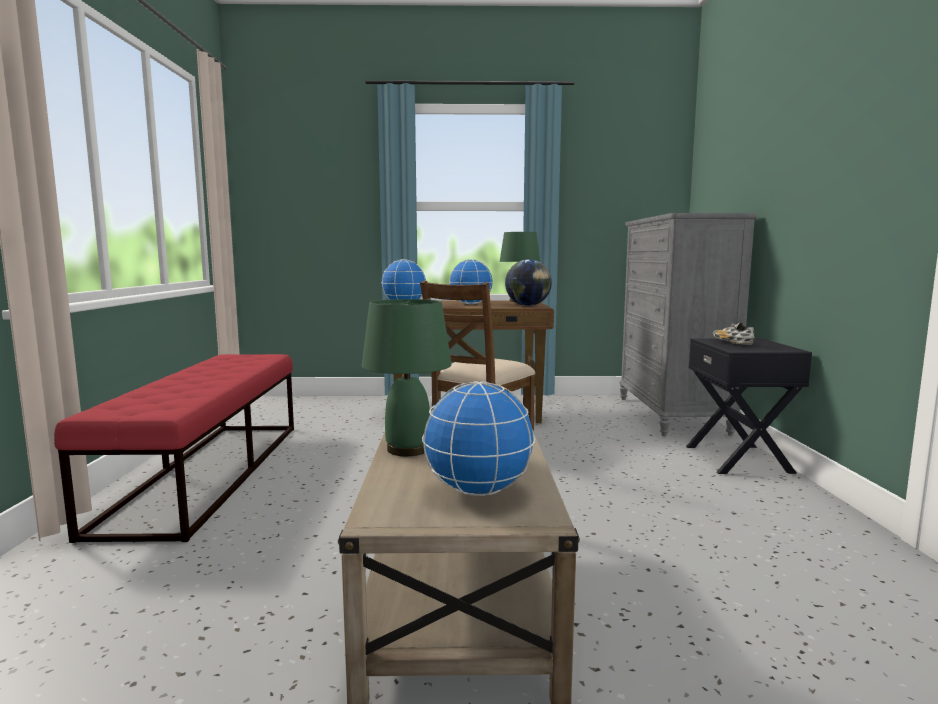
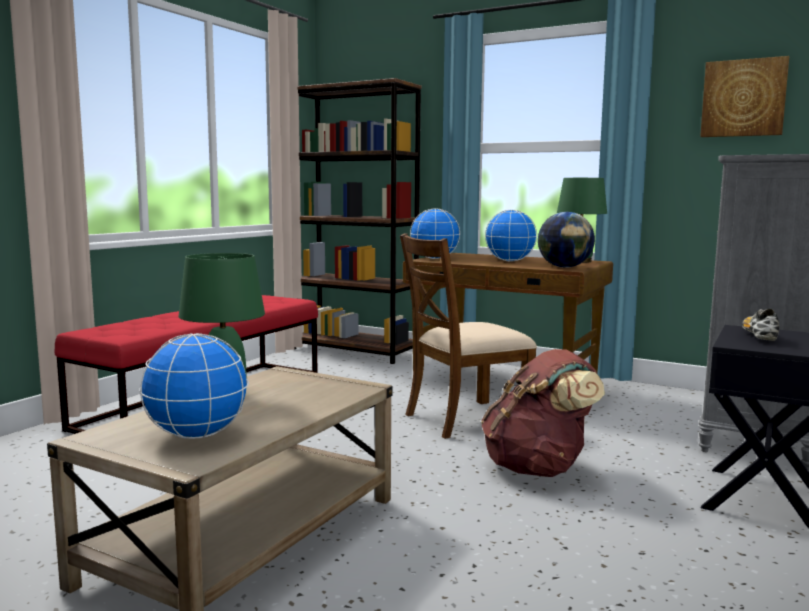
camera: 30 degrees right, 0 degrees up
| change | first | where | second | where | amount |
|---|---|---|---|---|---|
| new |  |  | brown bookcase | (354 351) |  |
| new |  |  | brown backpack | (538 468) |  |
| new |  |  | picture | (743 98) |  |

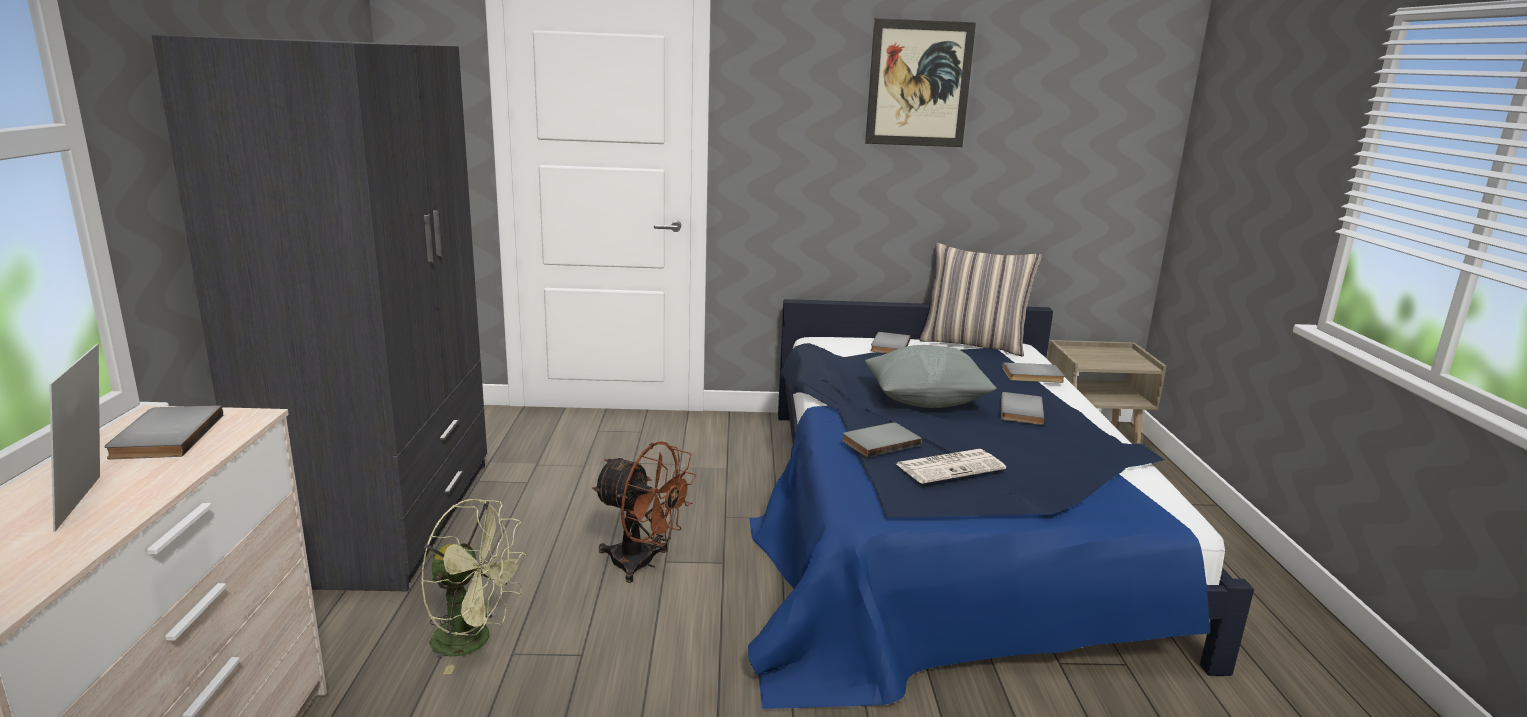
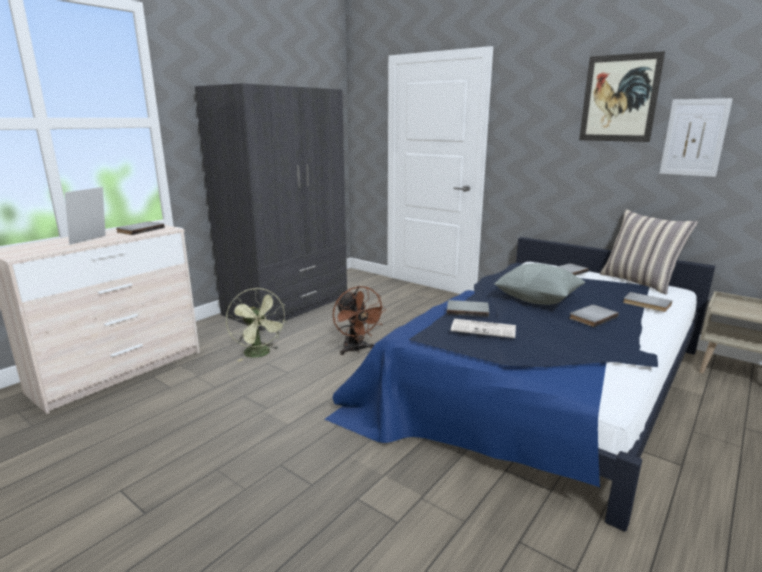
camera: 40 degrees right, 0 degrees up
| change | first | where | second | where | amount |
|---|---|---|---|---|---|
| new |  |  | picture | (694 137) |  |

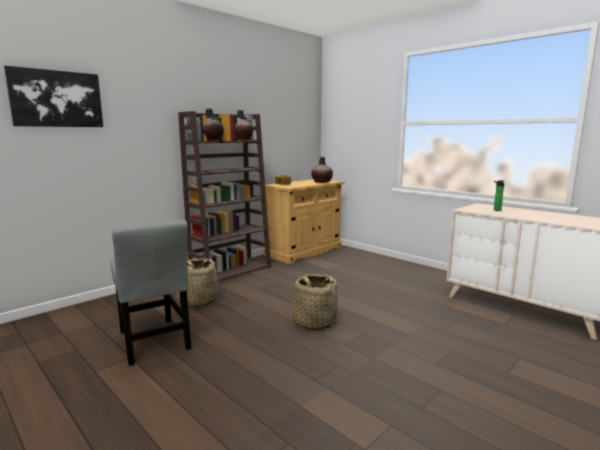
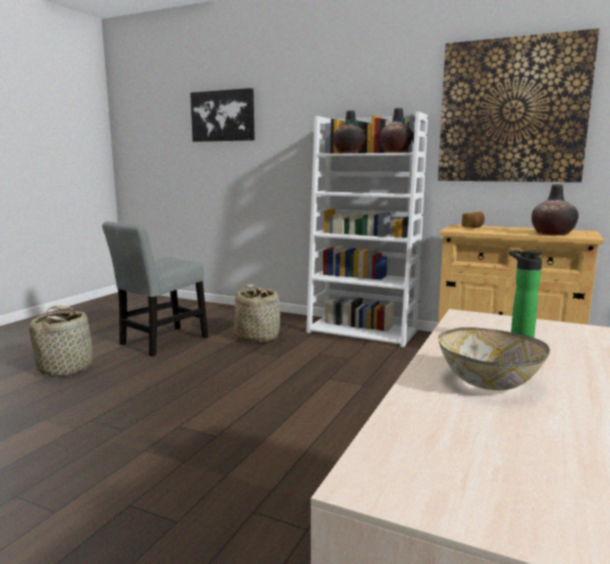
camera: 70 degrees right, 0 degrees up
| change | first | where | second | where | amount |
|---|---|---|---|---|---|
| new |  |  | picture | (512 111) |  |
| new |  |  | bowl | (490 383) |  |
| shifted | basket | (314 322) |  | (66 369) |  |
| repainted | brown bookcase | (231 271) | white bookcase | (363 331) |  |

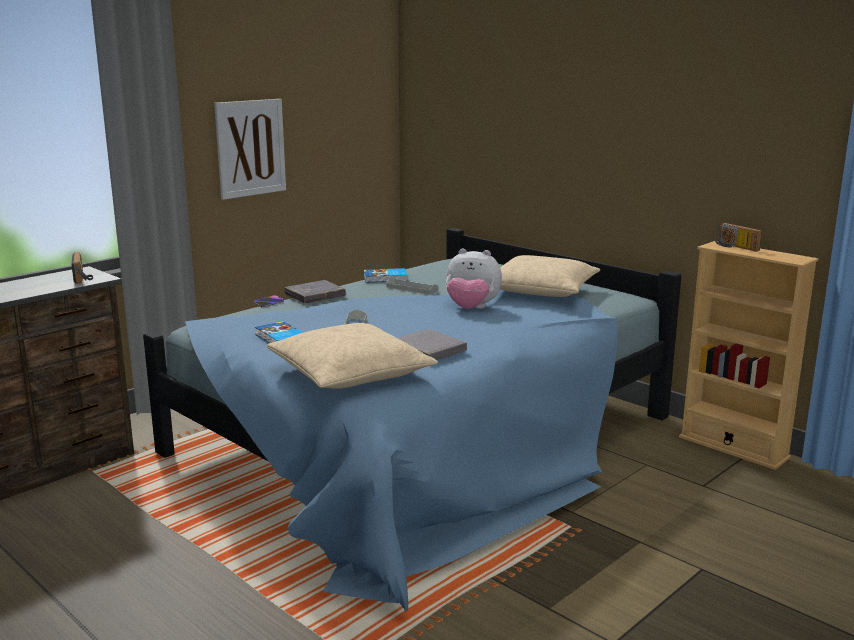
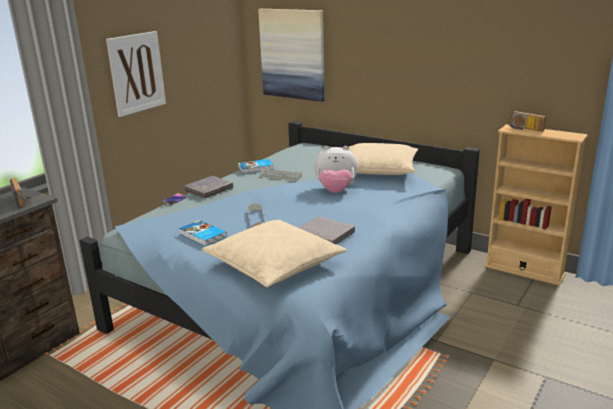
camera: 10 degrees left, 5 degrees up
| change | first | where | second | where | amount |
|---|---|---|---|---|---|
| new |  |  | picture | (292 54) |  |

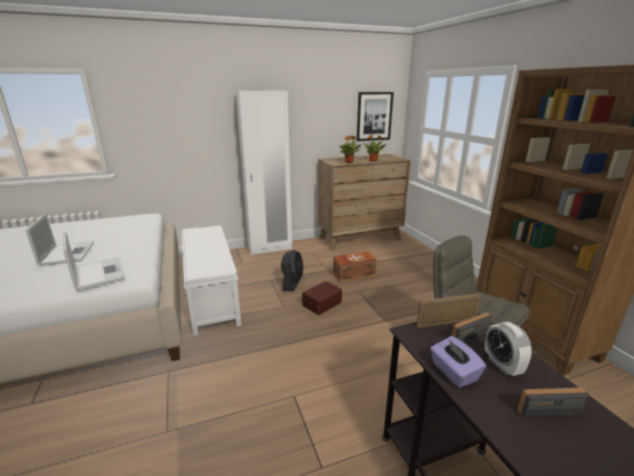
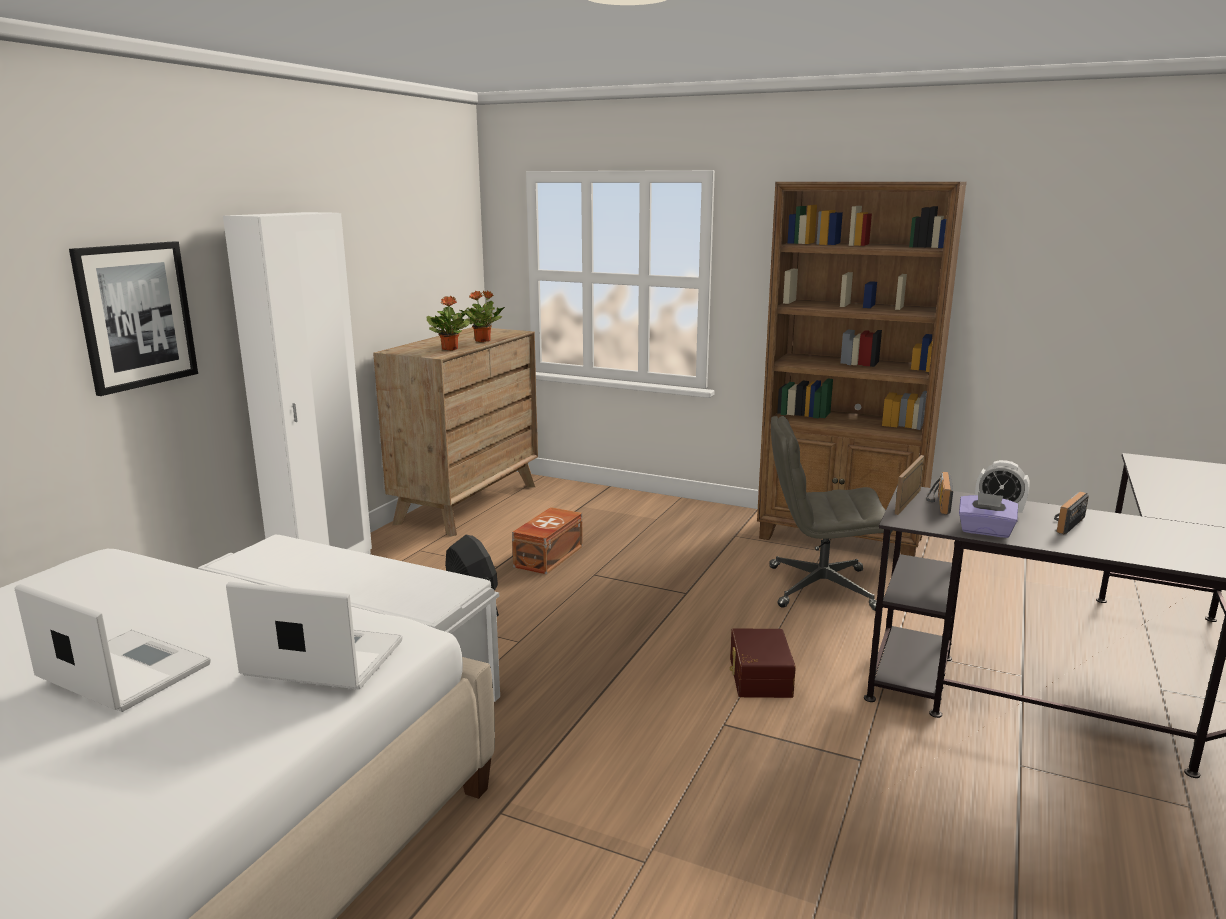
camera: 45 degrees left, 5 degrees down
| change | first | where | second | where | amount |
|---|---|---|---|---|---|
| shifted | brown storage box | (321 303) |  | (758 677) |  |
| shifted | picture | (374 116) |  | (136 316) |  |

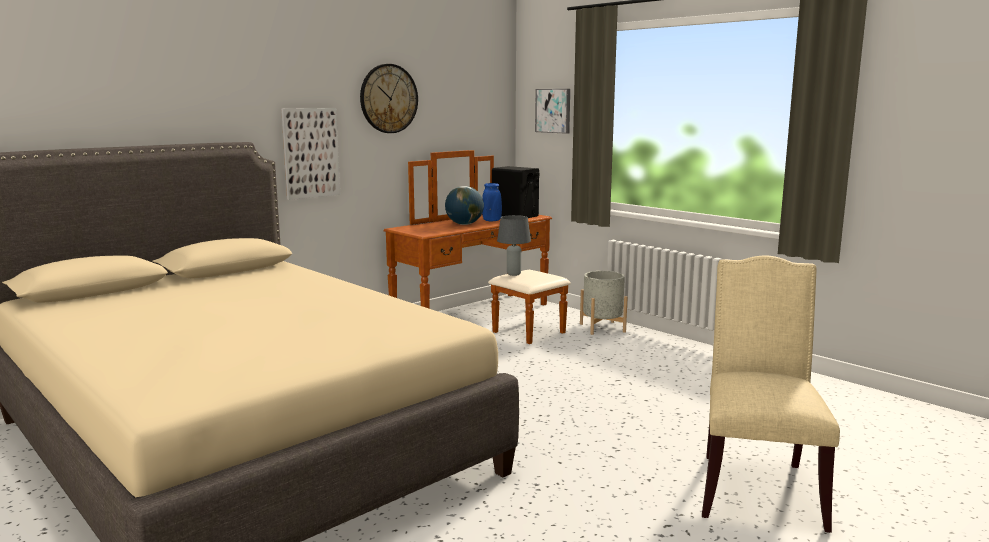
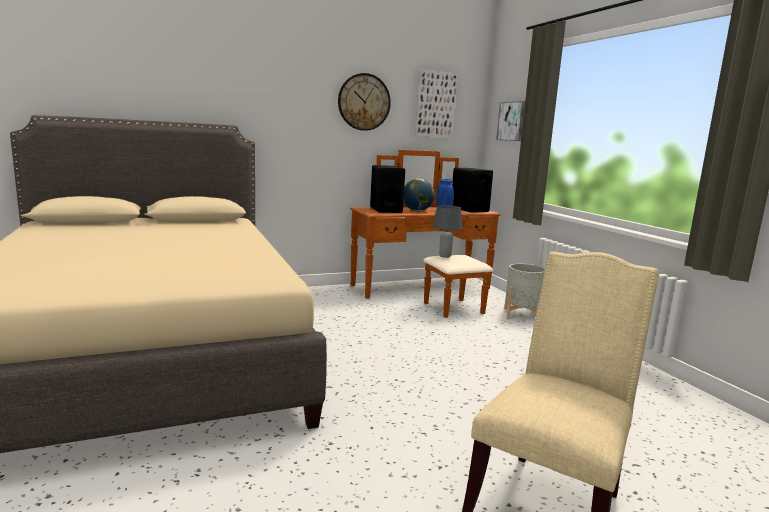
camera: 20 degrees right, 0 degrees up
| change | first | where | second | where | amount |
|---|---|---|---|---|---|
| new |  |  | black speaker | (385 210) |  |
| shifted | picture | (311 153) |  | (436 104) |  |

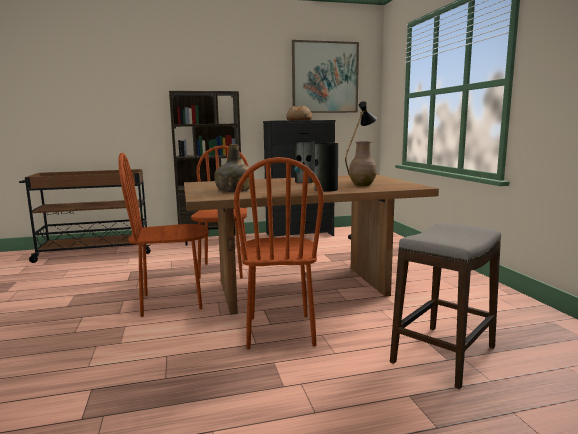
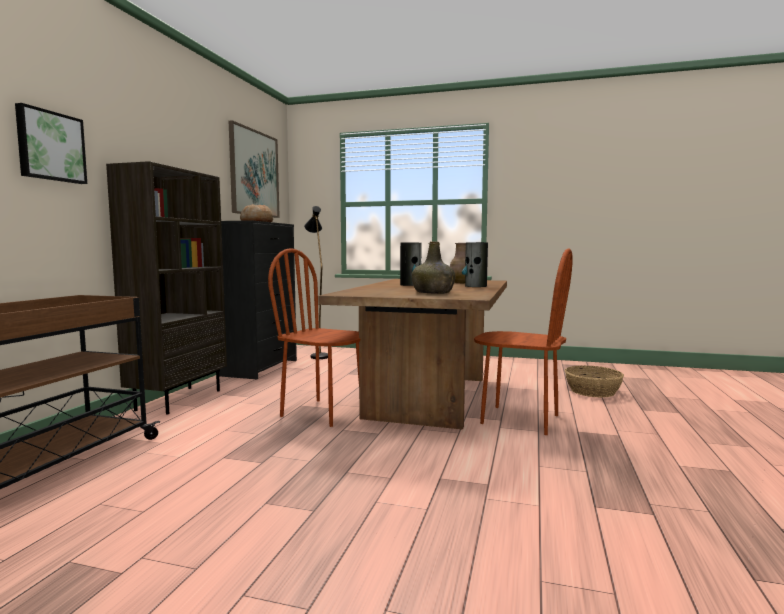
camera: 60 degrees left, 5 degrees down
| change | first | where | second | where | amount |
|---|---|---|---|---|---|
| gone | brown chair | (172 302) |  |  |  |
| new |  |  | picture | (50 146) |  |
| swapped | stool | (444 355) | basket | (593 391) |  |

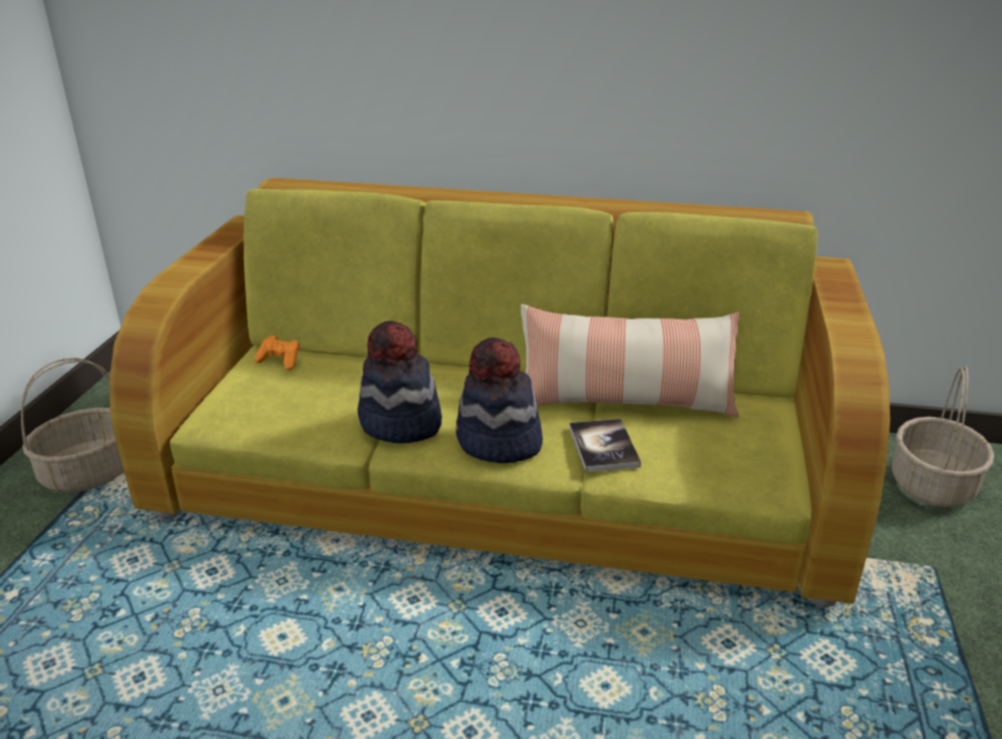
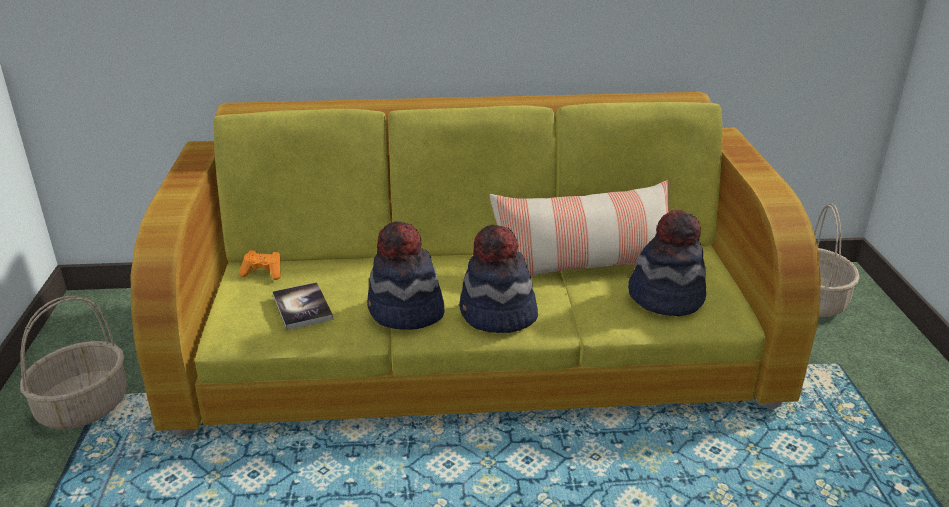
camera: 15 degrees left, 0 degrees up
| change | first | where | second | where | amount |
|---|---|---|---|---|---|
| new |  |  | hat | (666 297) |  |
| shifted | book | (603 447) |  | (302 307) |  |

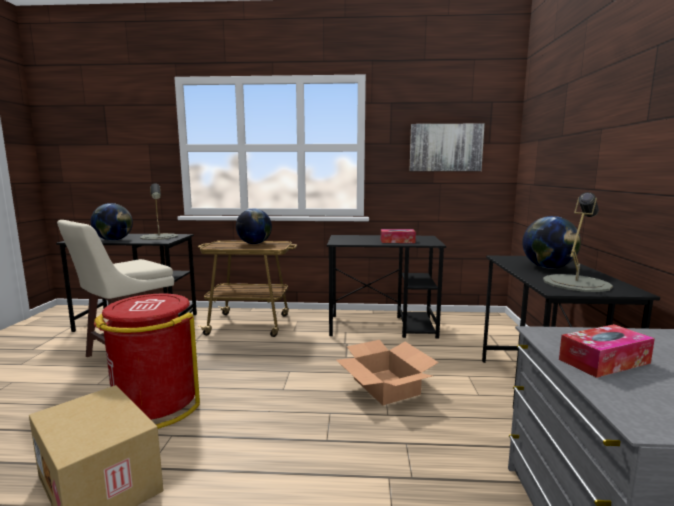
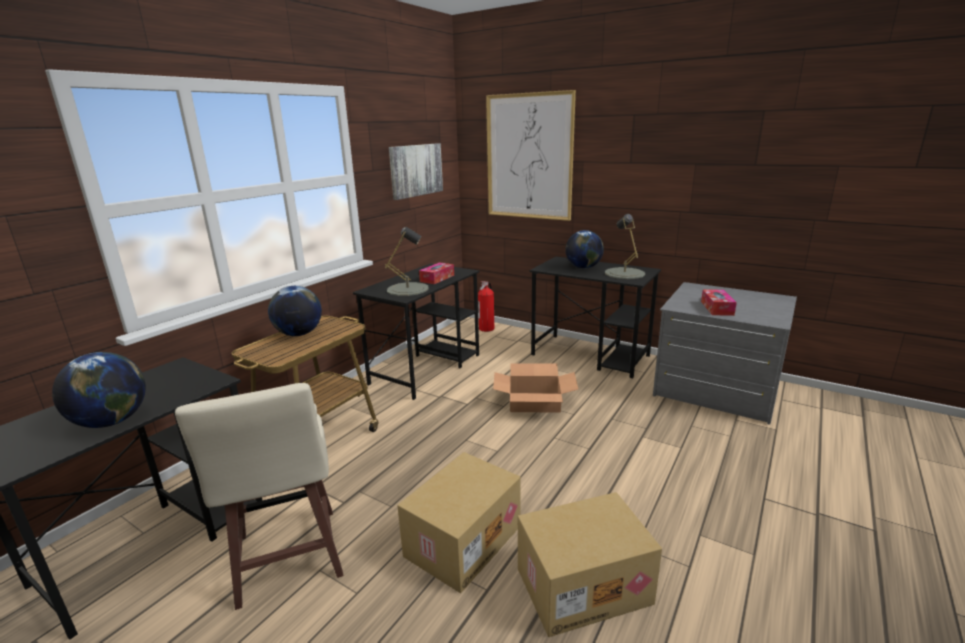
camera: 60 degrees left, 10 degrees up
| change | first | where | second | where | amount |
|---|---|---|---|---|---|
| new |  |  | fire extinguisher | (487 329) |  |
| new |  |  | picture | (529 157) |  |
| shifted | grey table lamp | (159 237) |  | (408 289) |  |
| swapped | red trash can | (155 406) | cardboard box | (462 539) |  |

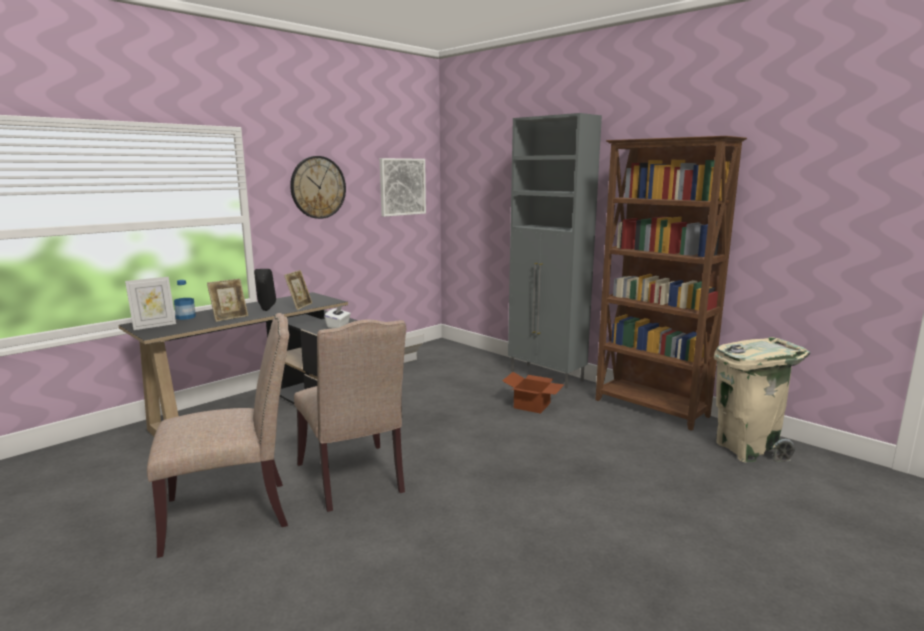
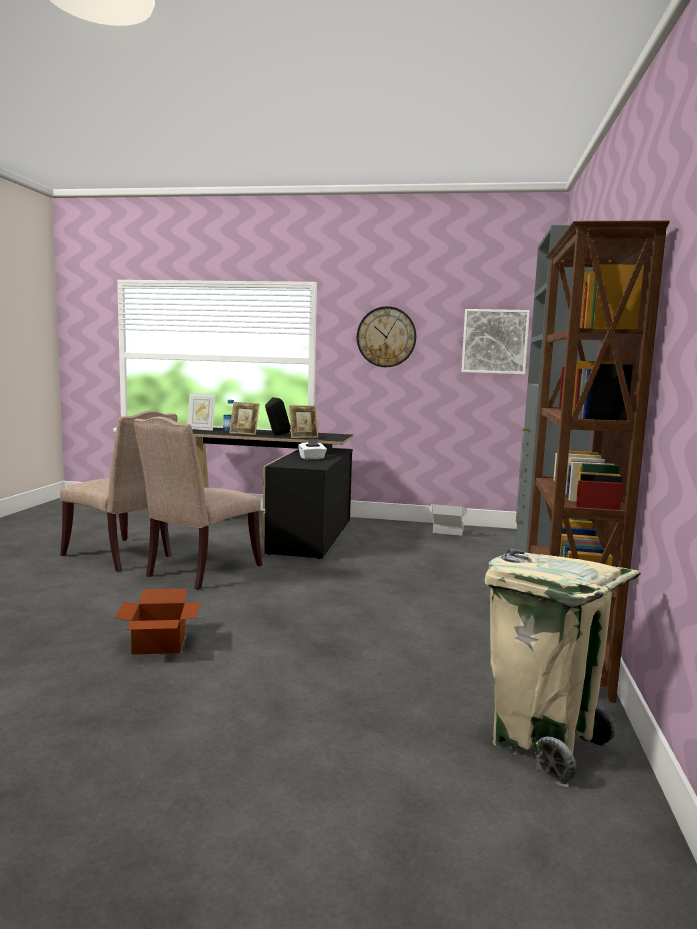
camera: 55 degrees right, 5 degrees down
| change | first | where | second | where | amount |
|---|---|---|---|---|---|
| shifted | cardboard box | (532 406) |  | (158 644) |  |

